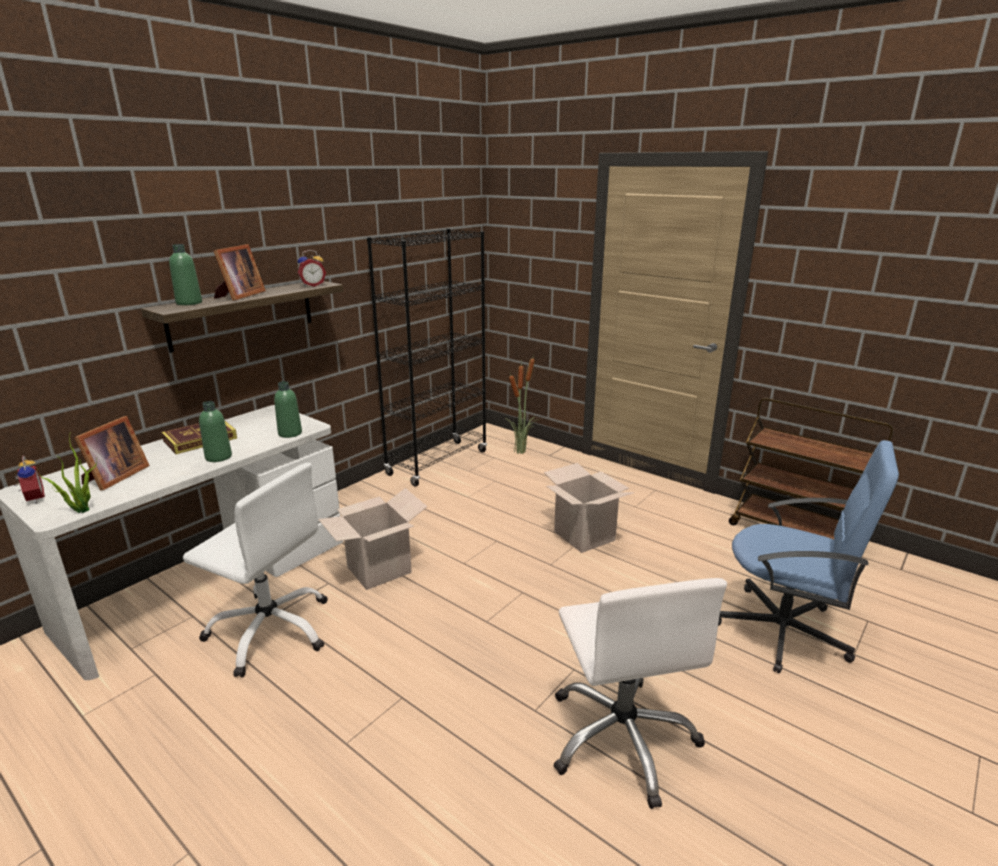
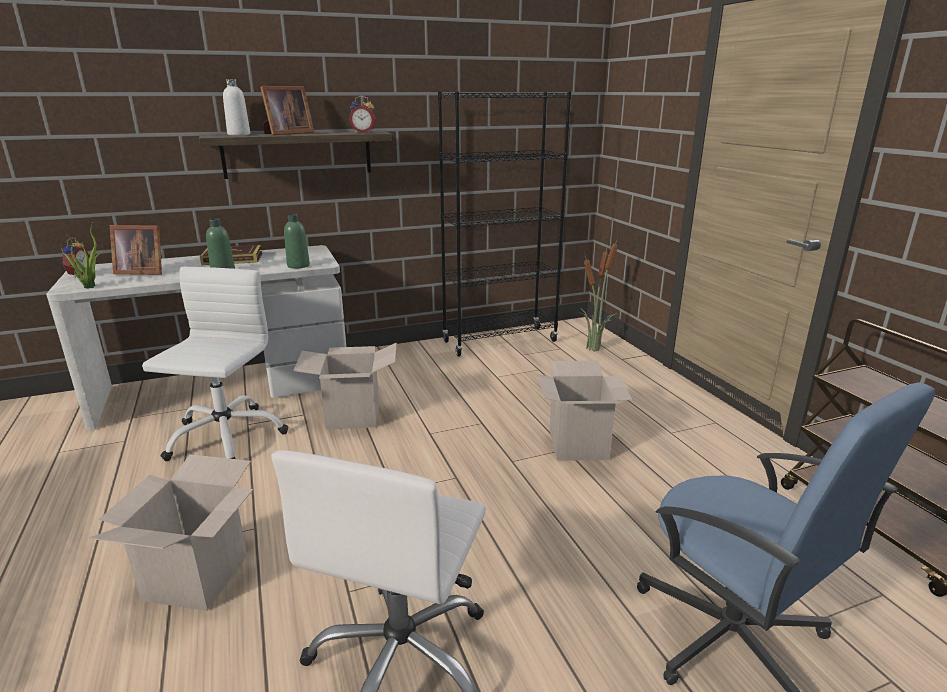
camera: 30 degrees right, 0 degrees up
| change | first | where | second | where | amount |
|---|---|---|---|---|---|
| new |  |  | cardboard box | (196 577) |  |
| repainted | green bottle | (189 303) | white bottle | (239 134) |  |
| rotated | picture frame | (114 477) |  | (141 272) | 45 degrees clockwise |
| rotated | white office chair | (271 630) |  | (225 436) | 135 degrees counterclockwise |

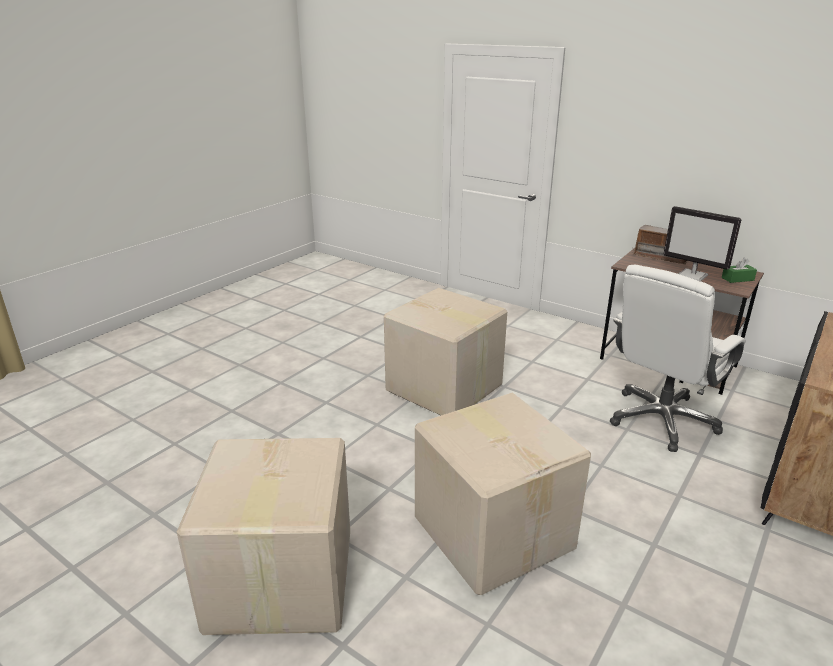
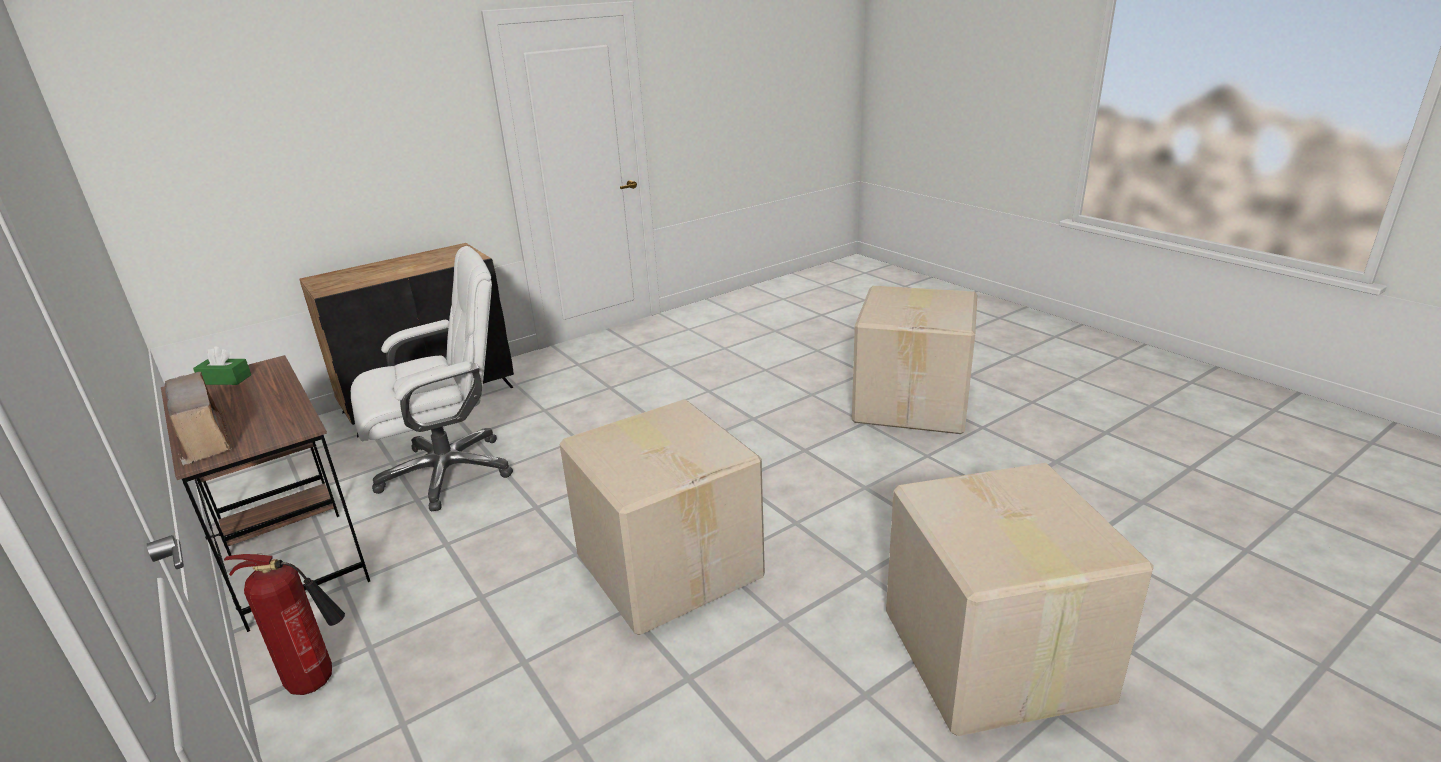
camera: 160 degrees left, 0 degrees up
| change | first | where | second | where | amount |
|---|---|---|---|---|---|
| gone | monitor | (693 276) |  |  |  |
| new |  |  | fire extinguisher | (318 681) |  |
| shifted | cardboard box | (493 531) |  | (992 657) |  |

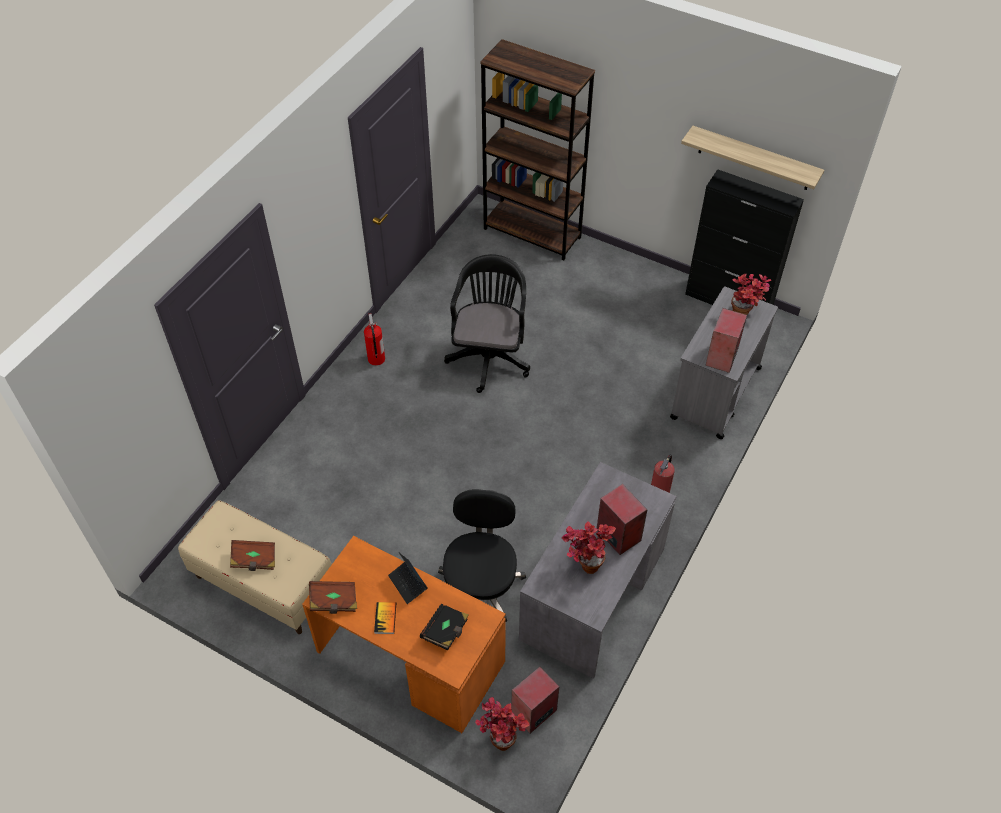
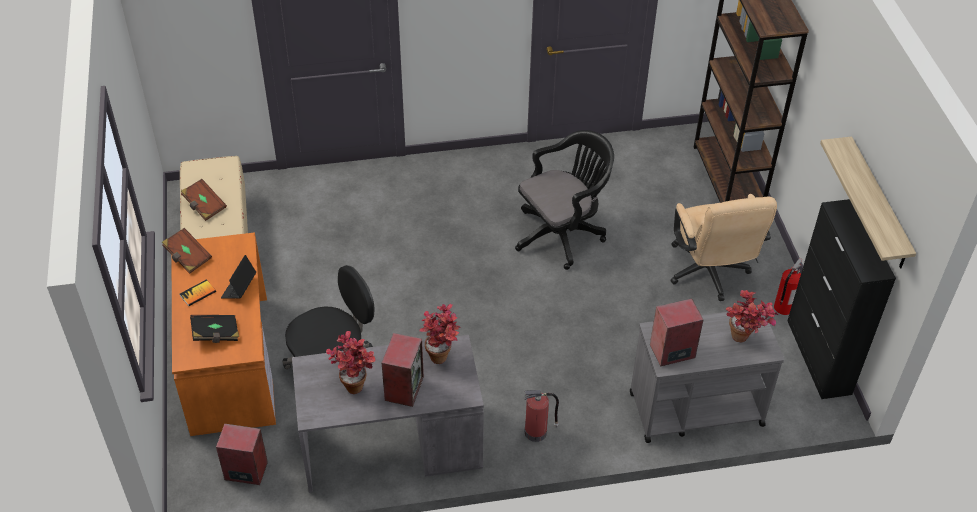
camera: 50 degrees right, 5 degrees down
| change | first | where | second | where | amount |
|---|---|---|---|---|---|
| new |  |  | beige office chair | (709 275) |  |
| shifted | fire extinguisher | (376 359) |  | (782 308) |  |
| shifted | potted plant | (500 737) |  | (442 354) |  |

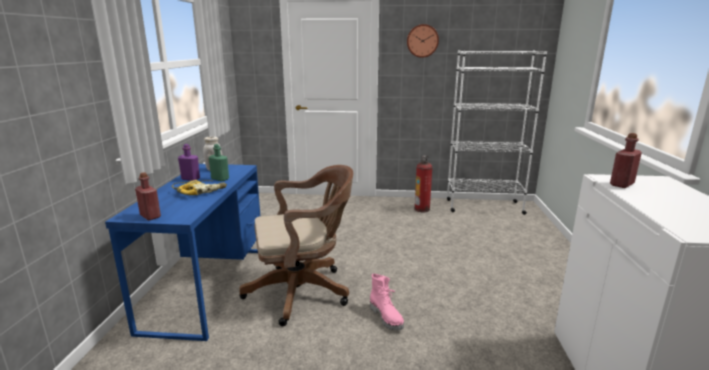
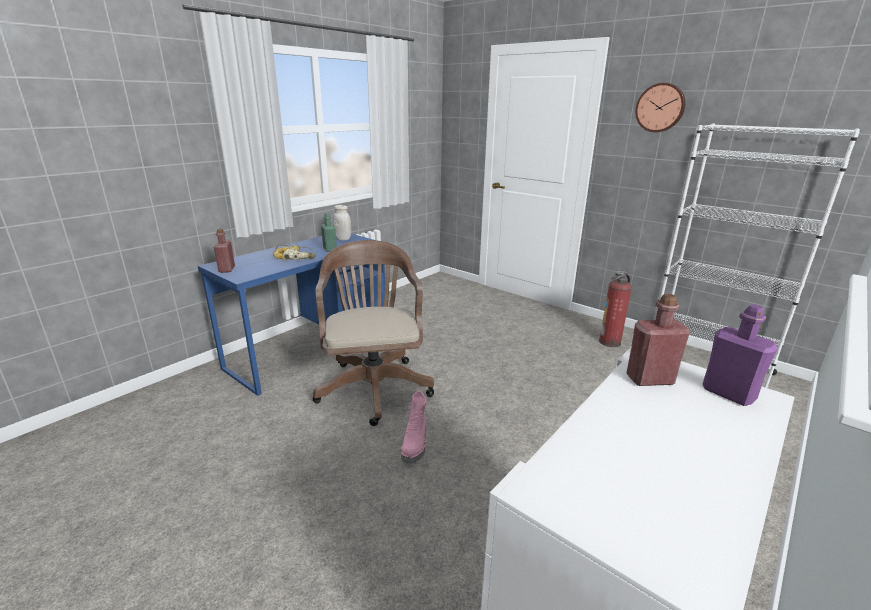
camera: 35 degrees right, 5 degrees up
| change | first | where | second | where | amount |
|---|---|---|---|---|---|
| shifted | purple bottle | (190 179) |  | (728 393) |  |
| rotated | brown office chair | (303 291) |  | (374 385) | 120 degrees counterclockwise |

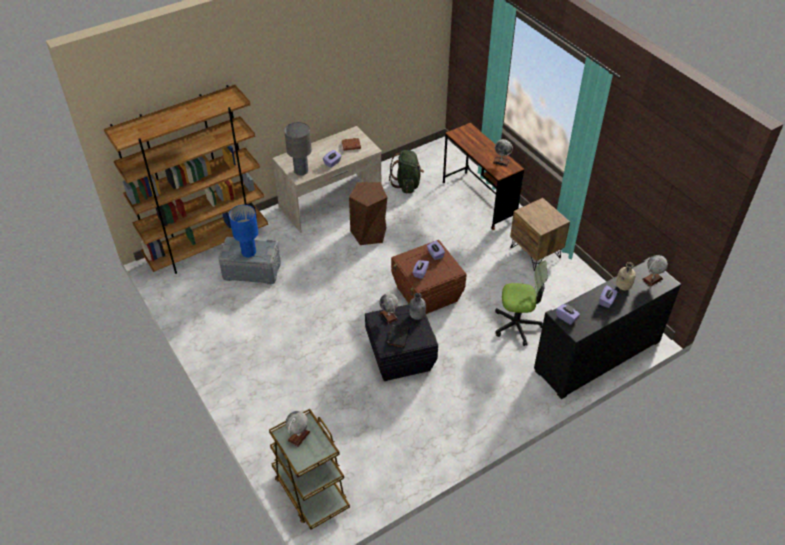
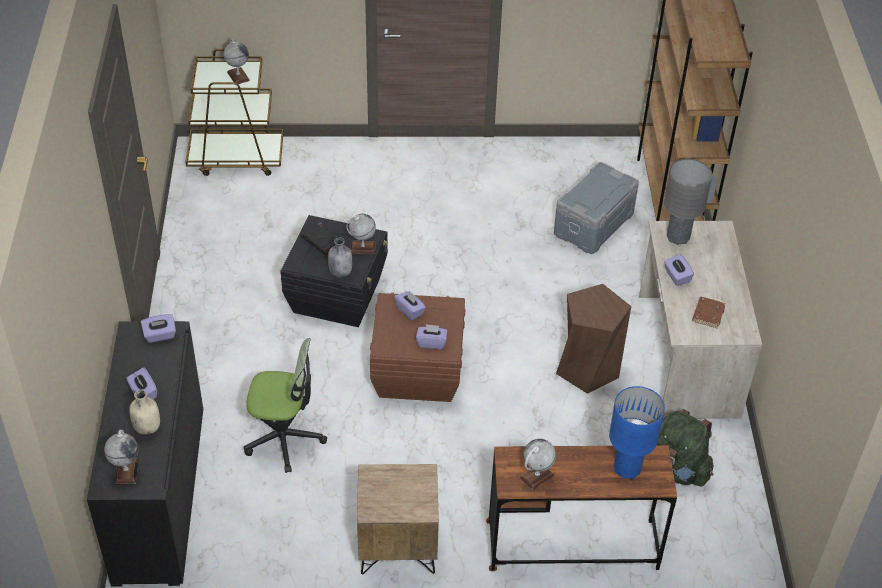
camera: 120 degrees right, 0 degrees up
| change | first | where | second | where | amount |
|---|---|---|---|---|---|
| shifted | blue table lamp | (249 252) |  | (626 468) |  |
| rotated | office chair | (517 325) |  | (284 438) | 120 degrees counterclockwise |

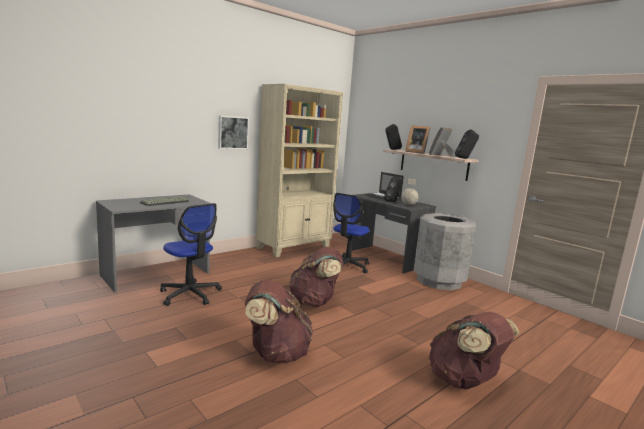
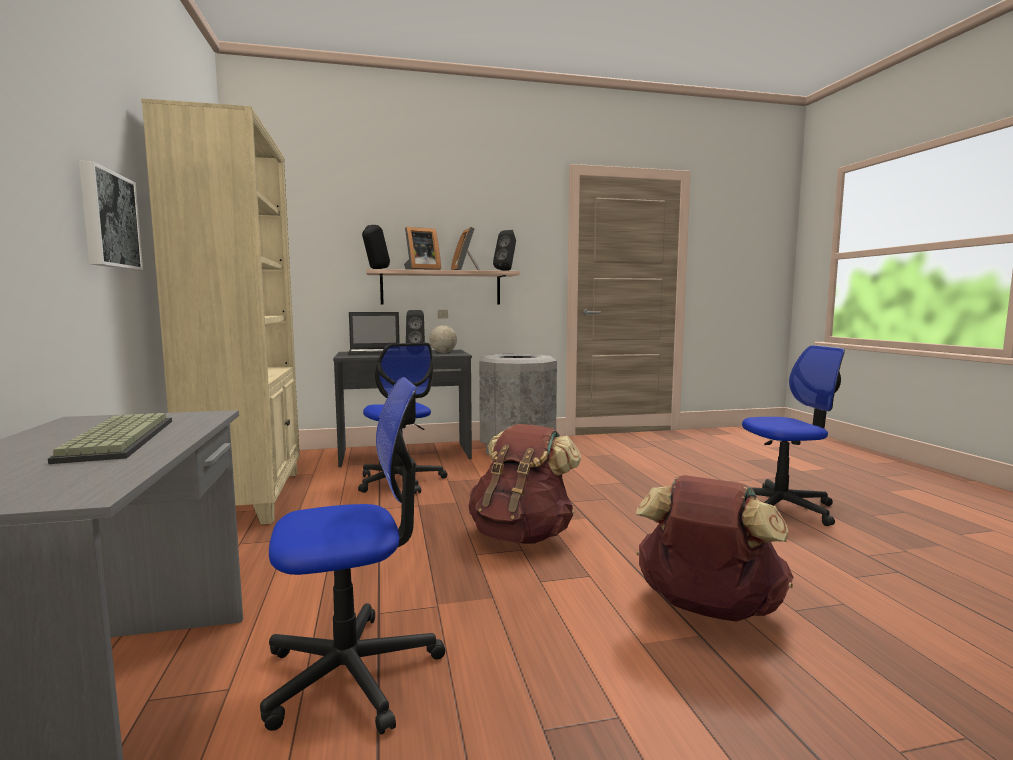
camera: 60 degrees left, 5 degrees down
| change | first | where | second | where | amount |
|---|---|---|---|---|---|
| swapped | brown backpack | (464 381) | office chair | (782 507) |  |

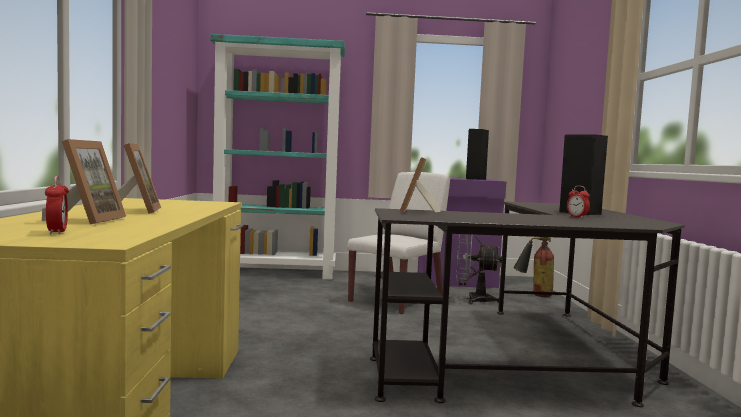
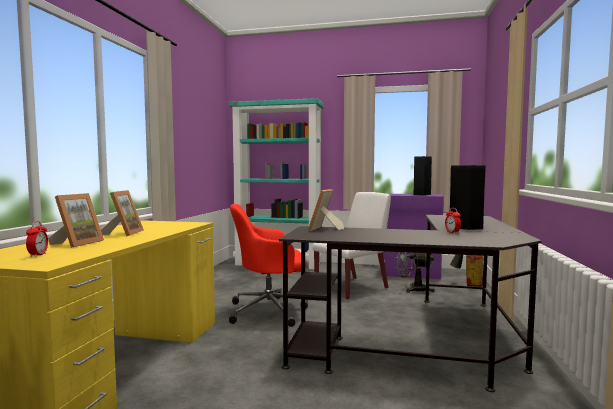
camera: 15 degrees right, 0 degrees up
| change | first | where | second | where | amount |
|---|---|---|---|---|---|
| new |  |  | red office chair | (270 311) |  |

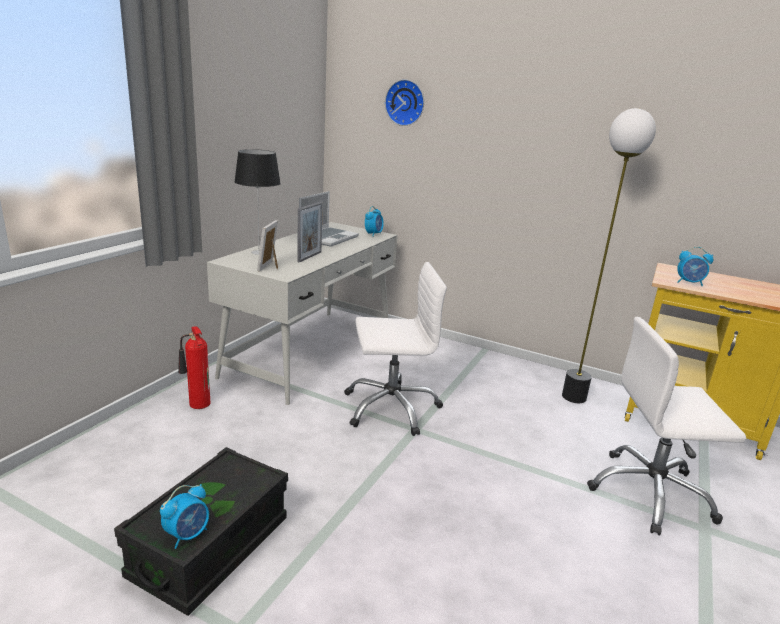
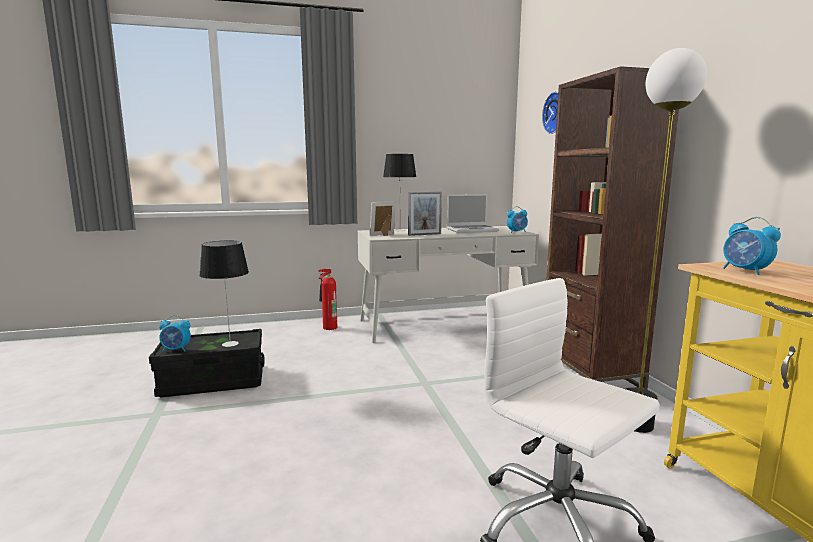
camera: 50 degrees right, 10 degrees down
| change | first | where | second | where | amount |
|---|---|---|---|---|---|
| gone | white office chair | (391 407) |  |  |  |
| new |  |  | table lamp | (230 344) |  |
| new |  |  | brown bookcase | (589 375) |  |

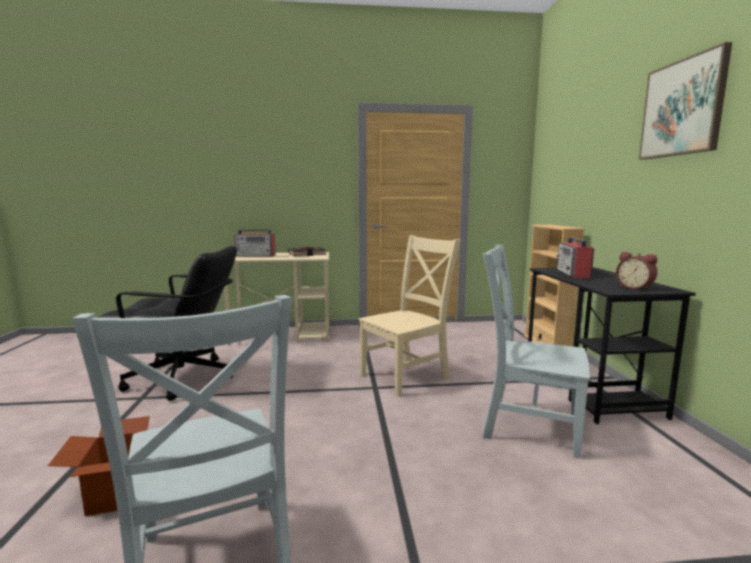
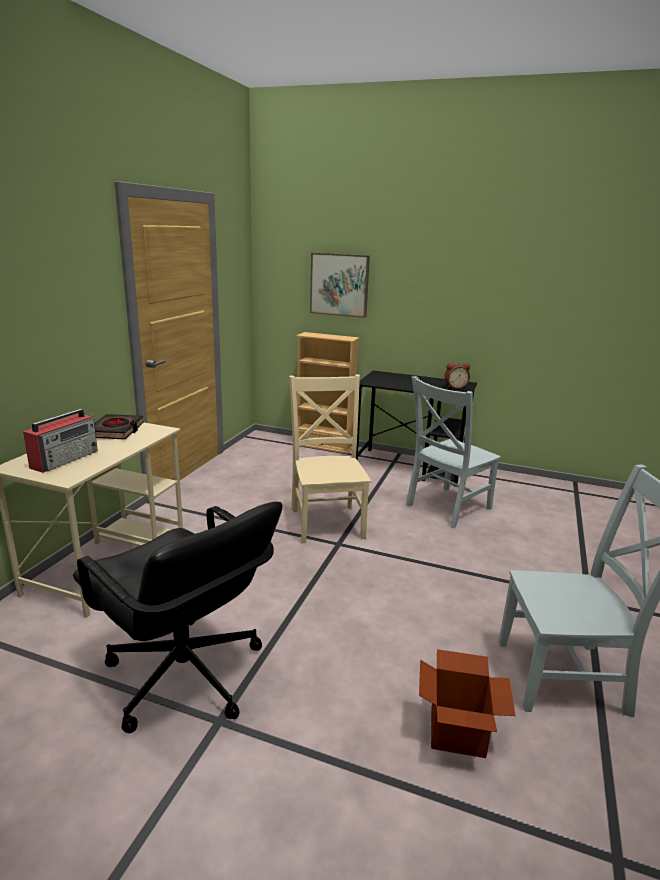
camera: 65 degrees left, 10 degrees up
| change | first | where | second | where | amount |
|---|---|---|---|---|---|
| gone | radio | (573 273) |  |  |  |
| shifted | picture | (682 108) |  | (339 285) |  |
| rotated | black office chair | (181 379) |  | (184 676) | 105 degrees clockwise |

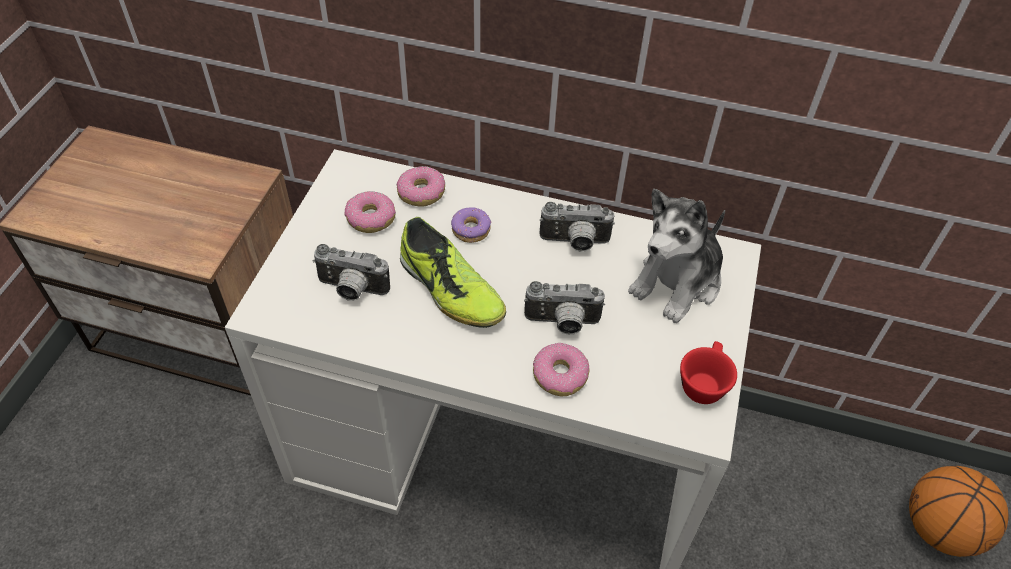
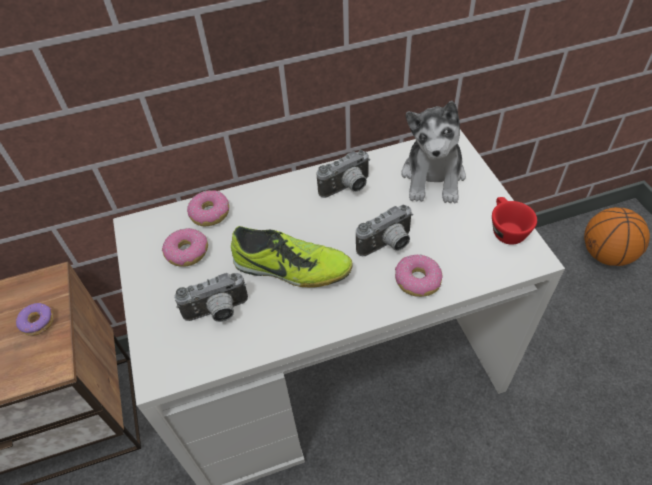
camera: 30 degrees left, 0 degrees up
| change | first | where | second | where | amount |
|---|---|---|---|---|---|
| shifted | donut | (471 230) |  | (38 322) |  |

